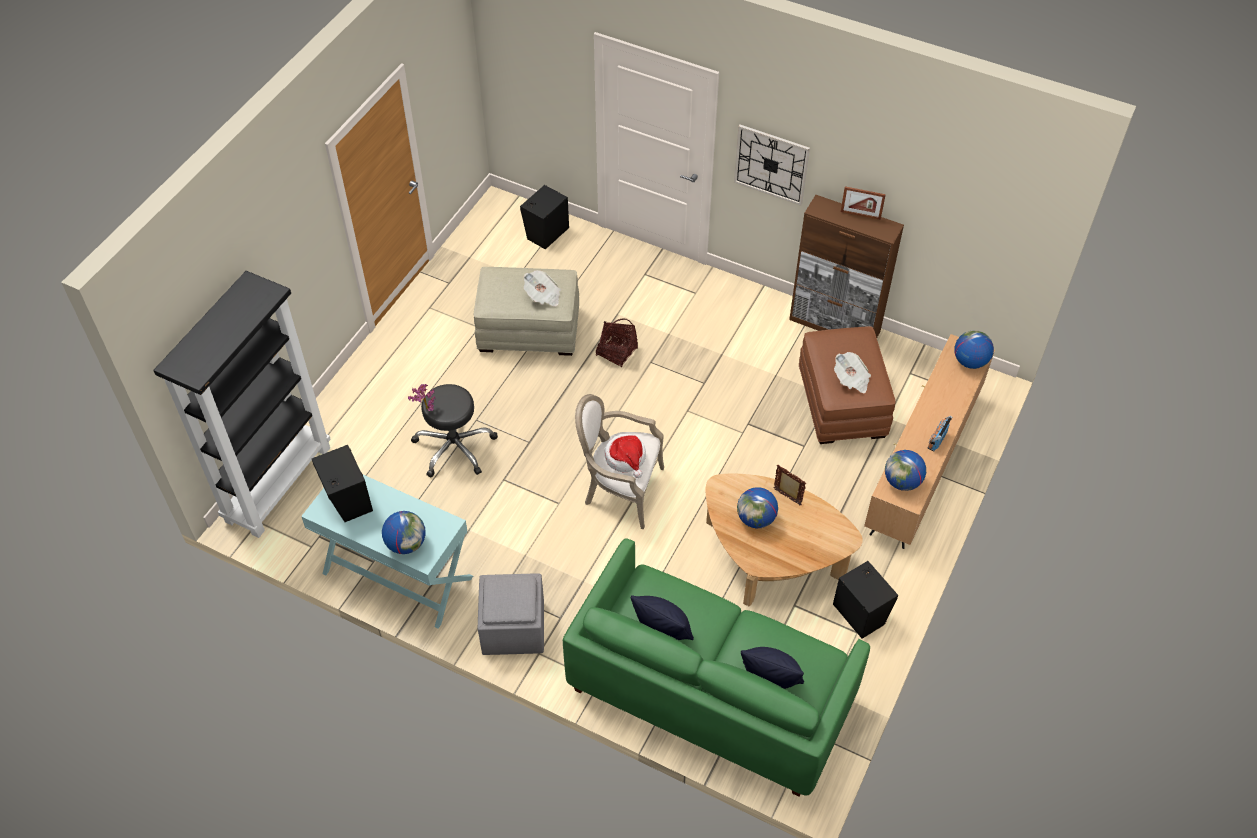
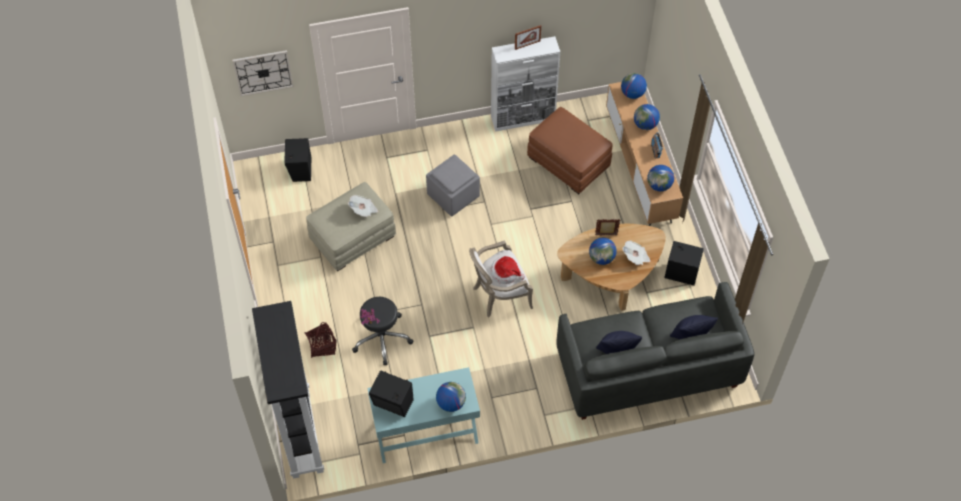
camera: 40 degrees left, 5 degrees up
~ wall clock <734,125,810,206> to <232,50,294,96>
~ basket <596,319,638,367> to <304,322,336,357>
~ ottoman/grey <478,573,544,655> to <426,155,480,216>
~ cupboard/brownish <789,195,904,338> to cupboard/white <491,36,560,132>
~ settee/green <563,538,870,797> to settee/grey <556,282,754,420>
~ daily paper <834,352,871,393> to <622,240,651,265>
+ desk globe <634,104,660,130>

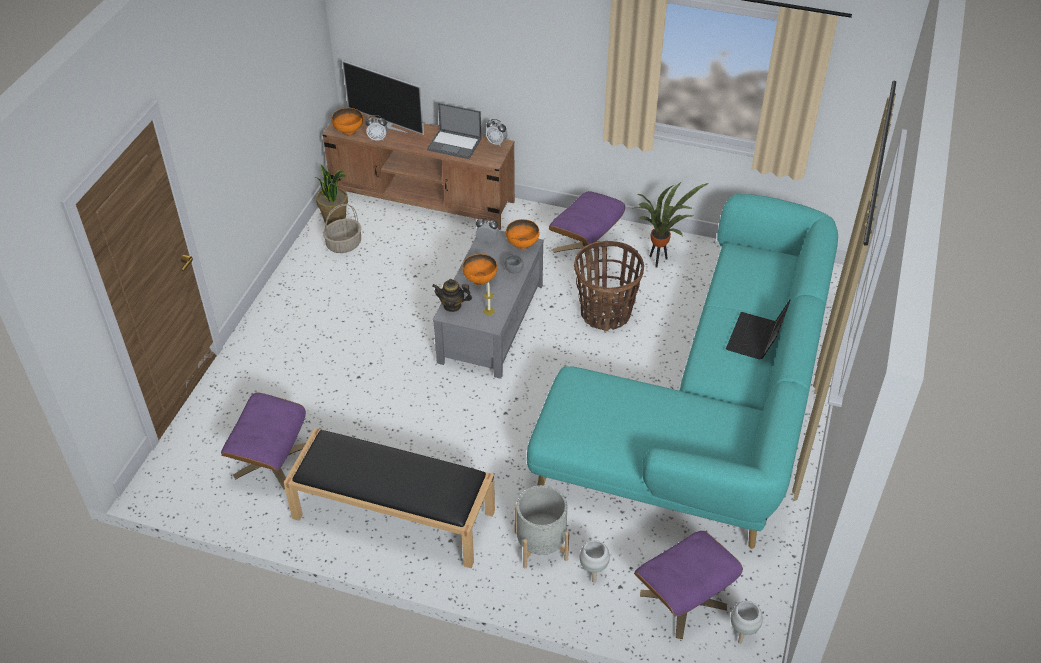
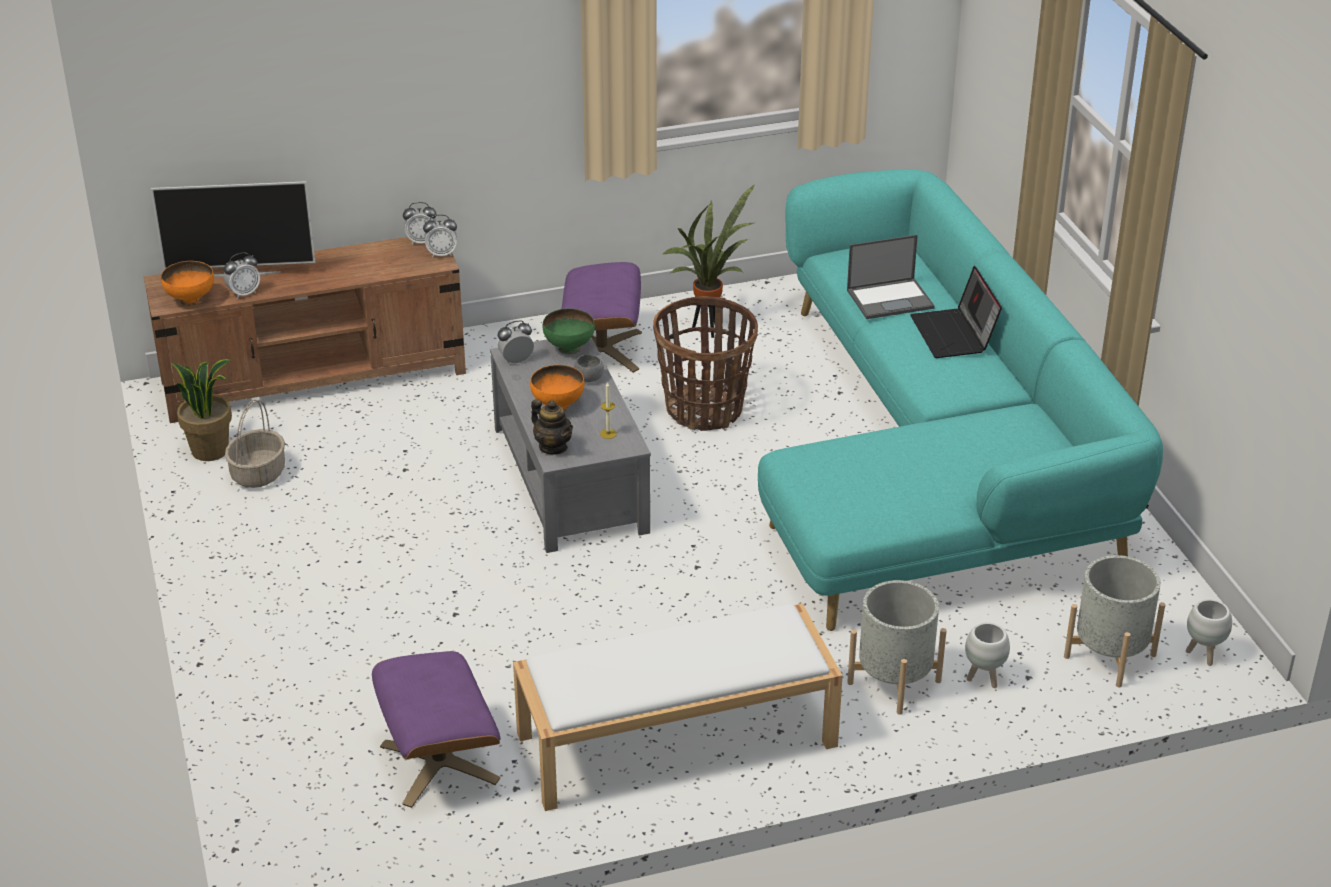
camera: 35 degrees left, 10 degrees down
+ table clock <423,215,457,258>
~ long seat/black <284,428,495,568> to long seat/white <513,604,843,811>
~ tea pot <432,279,472,312> = <531,399,573,455> 105 degrees counterclockwise
~ bowl/orange-coloured <506,219,539,250> to bowl/green <543,308,595,355>
~ laptop <427,103,482,159> to <847,235,935,319>
~ ottoman/purple-coloured <634,531,743,639> to plant pot/grey <1064,555,1165,688>

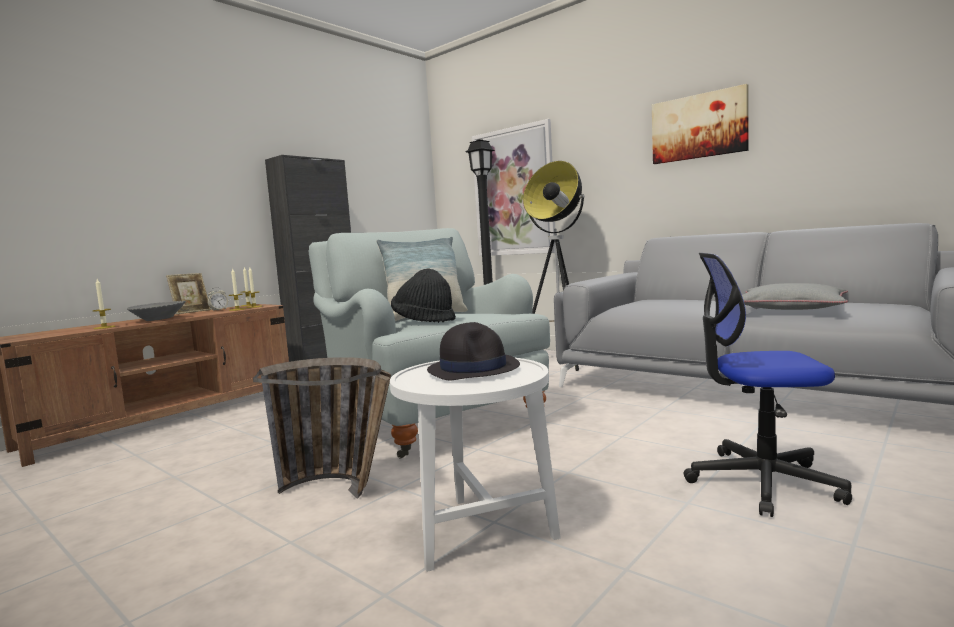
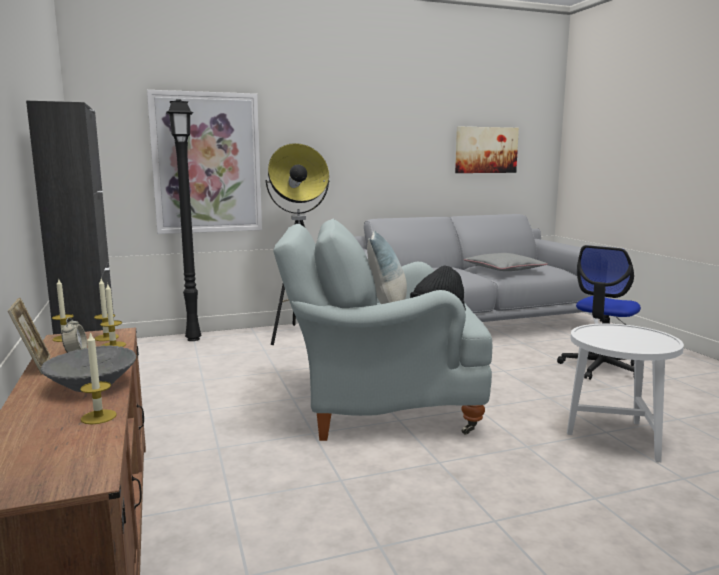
camera: 60 degrees left, 5 degrees up
~ wall art <652,84,748,164> to <455,127,519,173>
- basket <253,357,391,499>
- wearable hat/black <427,322,520,380>

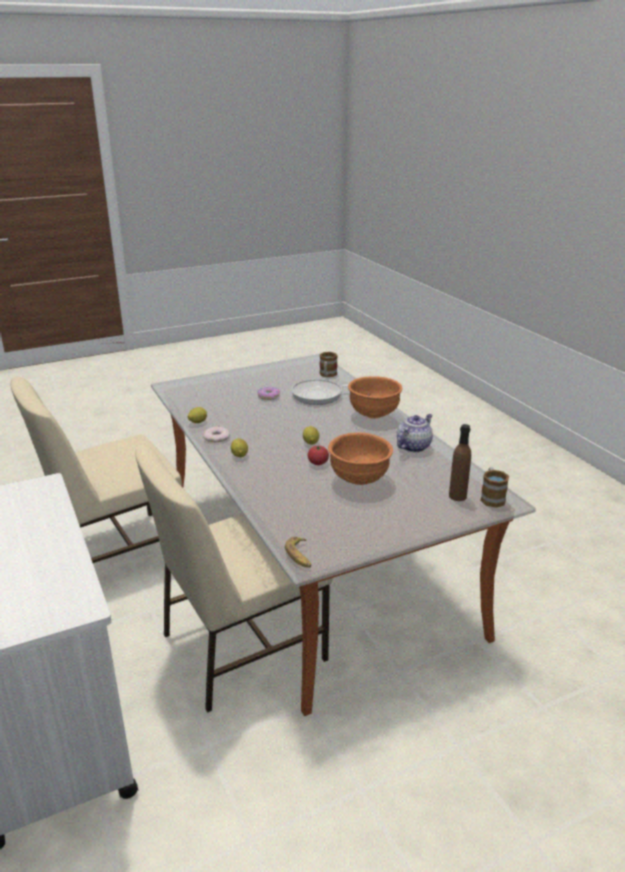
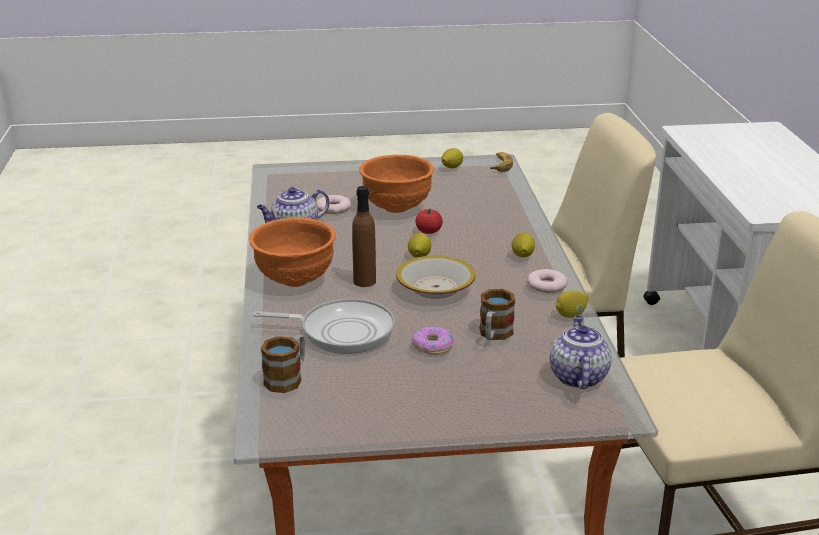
camera: 160 degrees left, 0 degrees up
+ doughnut <316,195,351,214>
~ drink bottle/brownish <449,424,471,501> to <352,186,376,287>
+ bowl <396,256,475,299>
+ whole lemon <442,148,463,168>
~ coffee mug <480,467,509,508> to <479,289,515,340>
+ tea pot <550,315,612,389>

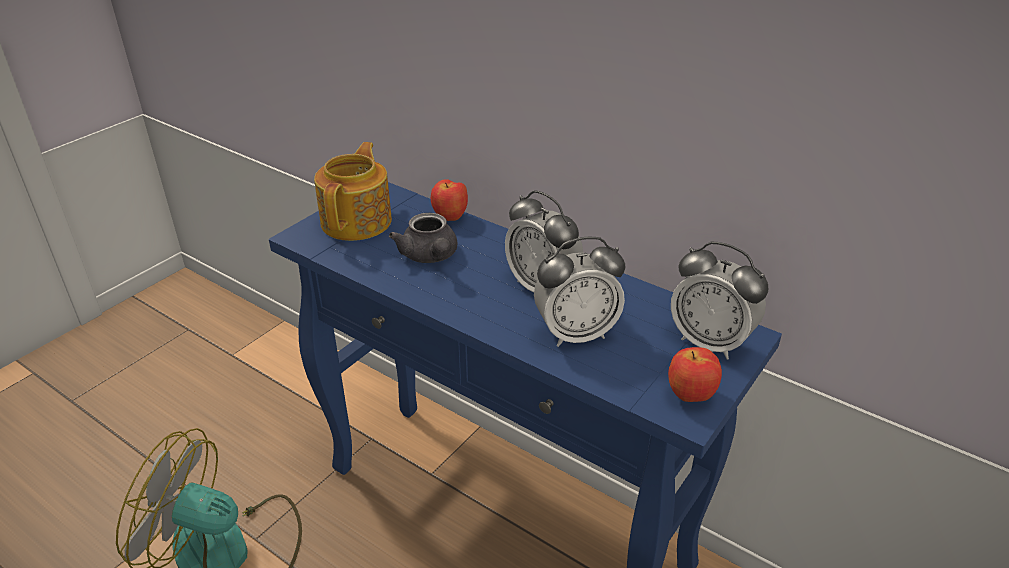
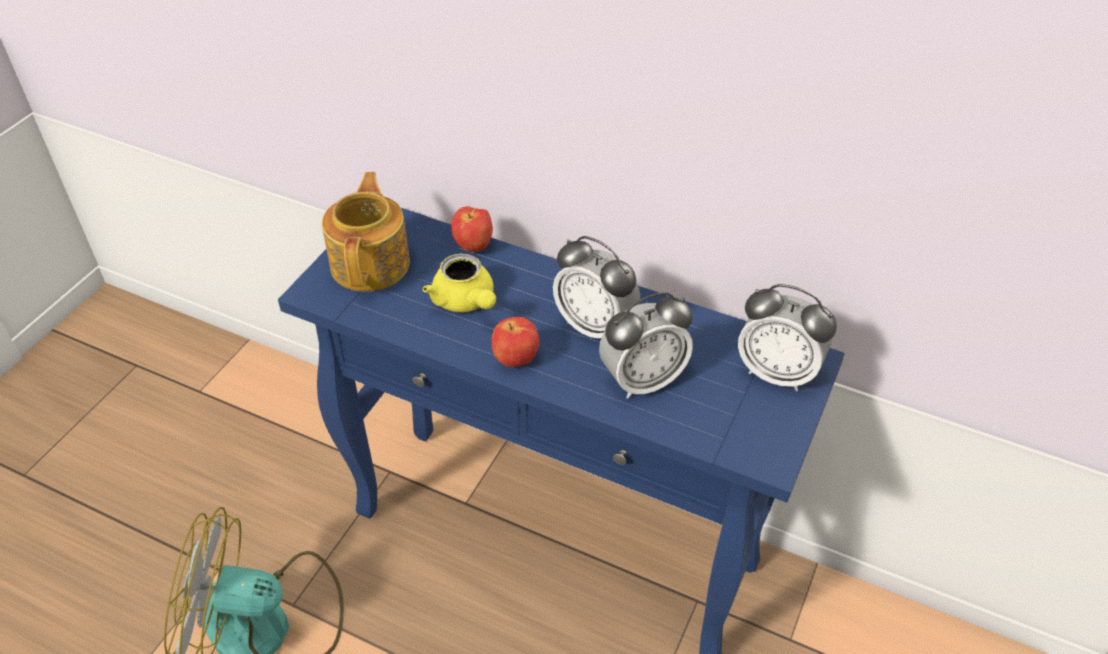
camera: 10 degrees left, 10 degrees up
~ tea pot/grey <389,213,457,263> to tea pot/yellowish <423,254,496,312>
~ apple fruit <668,347,722,402> to <492,317,539,367>

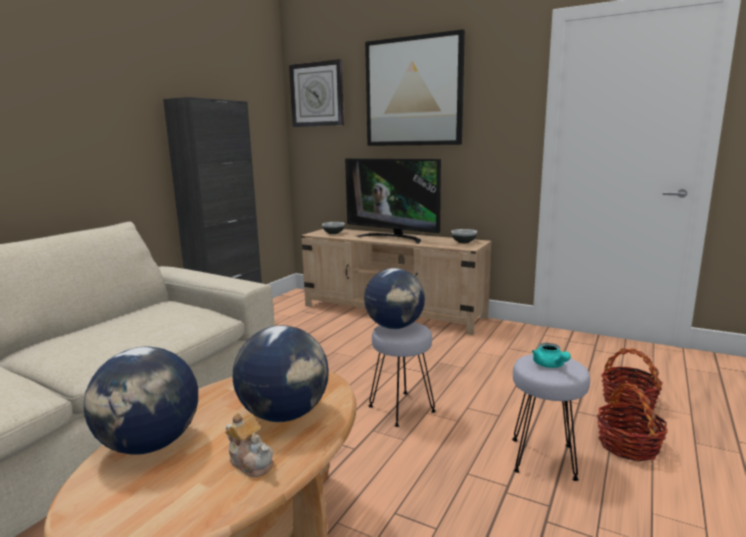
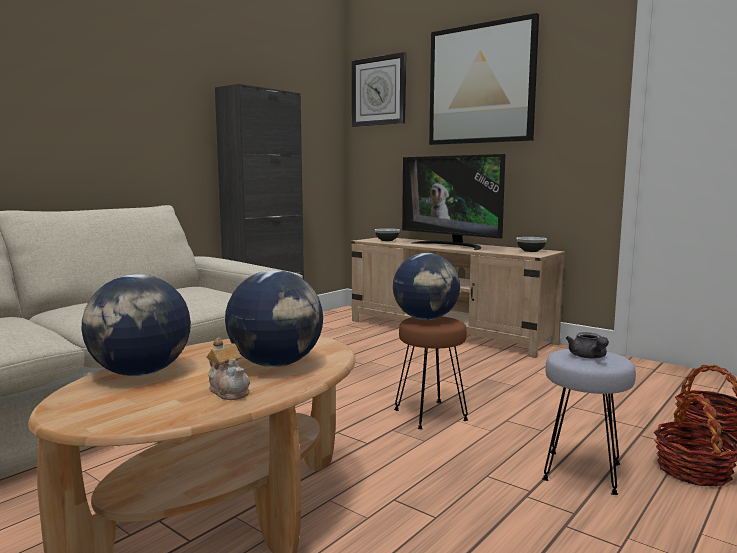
camera: 10 degrees right, 5 degrees down
~ sitting stool/grey <369,322,436,427> to sitting stool/brownish <394,316,468,429>
~ tea pot/blue-green <532,343,571,368> to tea pot/grey <566,332,609,359>

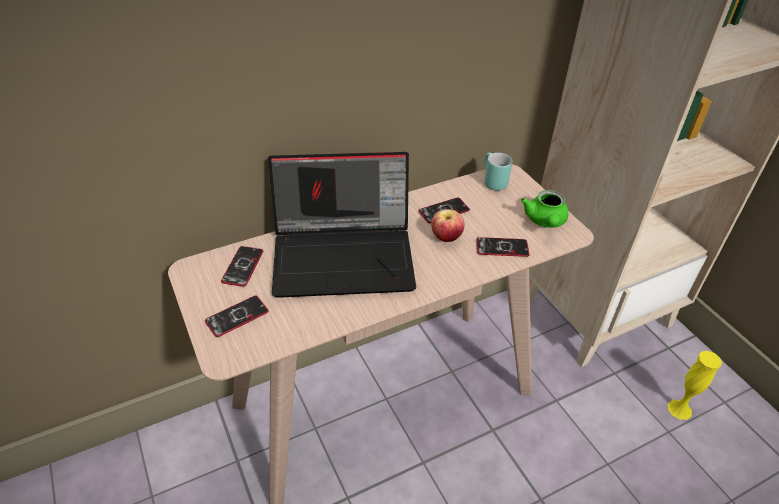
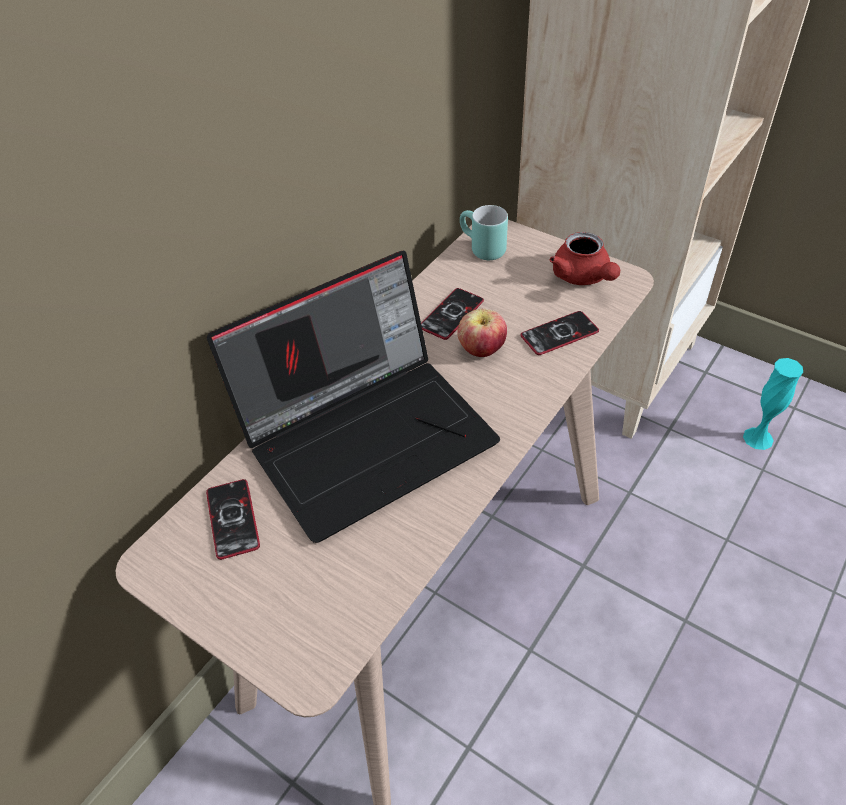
camera: 25 degrees left, 5 degrees up
~ tea pot/green <521,190,569,228> to tea pot/red <550,232,620,285>
~ vase/yellowish <668,351,722,420> to vase/blue-green <743,358,803,450>
- telephone <205,296,269,337>

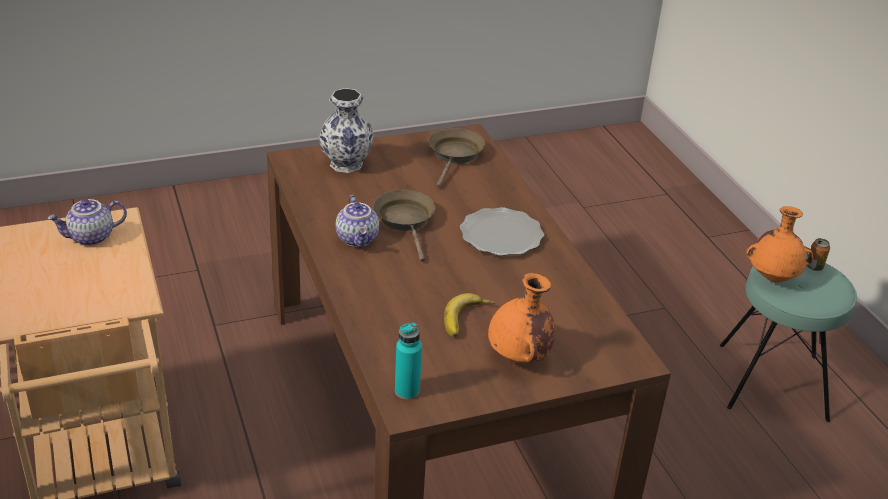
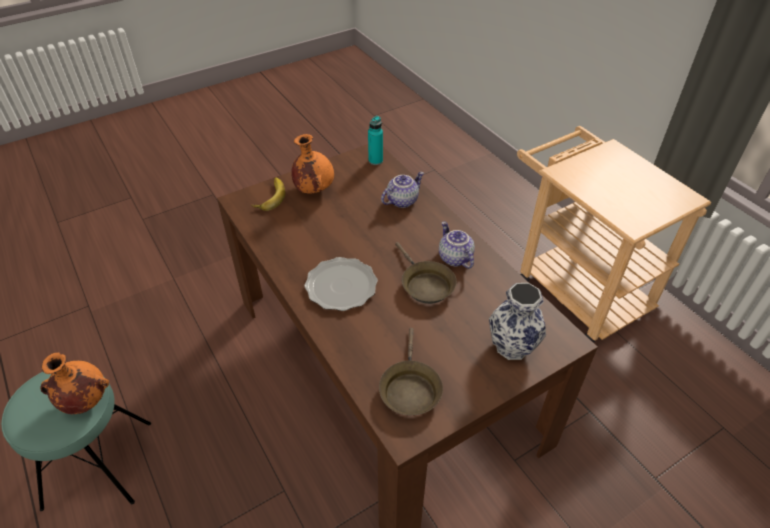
camera: 170 degrees right, 10 degrees up
~ banana <444,293,495,337> to <251,177,285,211>
~ tea pot <47,199,127,246> to <381,172,424,208>
- metal can <807,238,830,271>

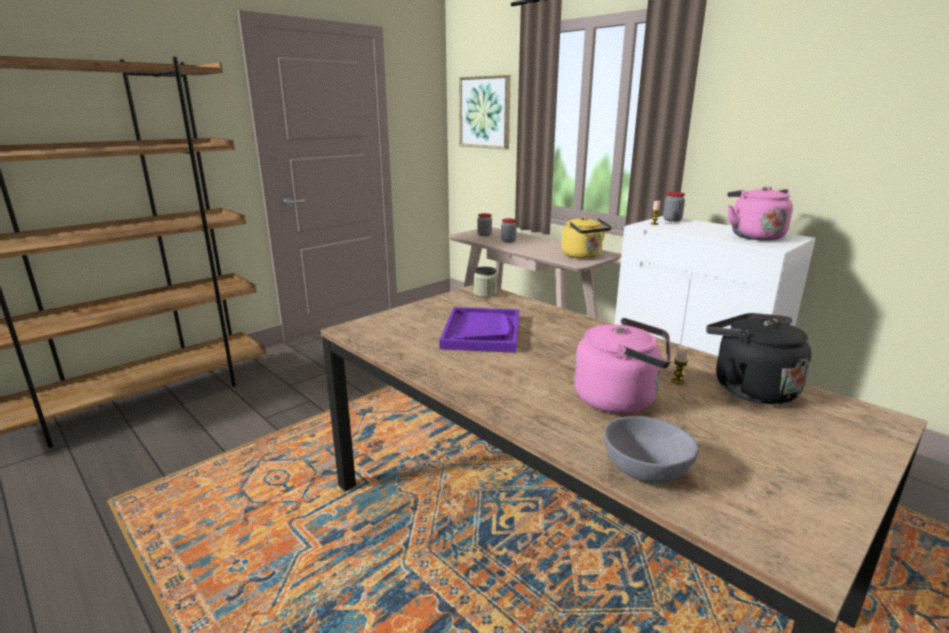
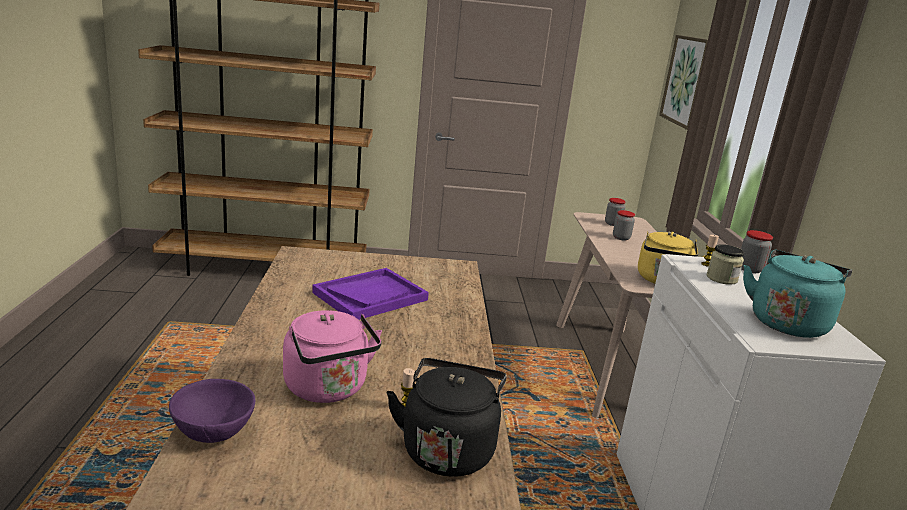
camera: 40 degrees right, 0 degrees up
~ bowl/grey <604,416,699,483> to bowl/purple-coloured <169,379,255,443>
~ storage jar <474,267,497,297> to <706,244,744,285>
~ water kettle/pink-coloured <727,186,793,241> to water kettle/blue-green <743,249,852,338>

